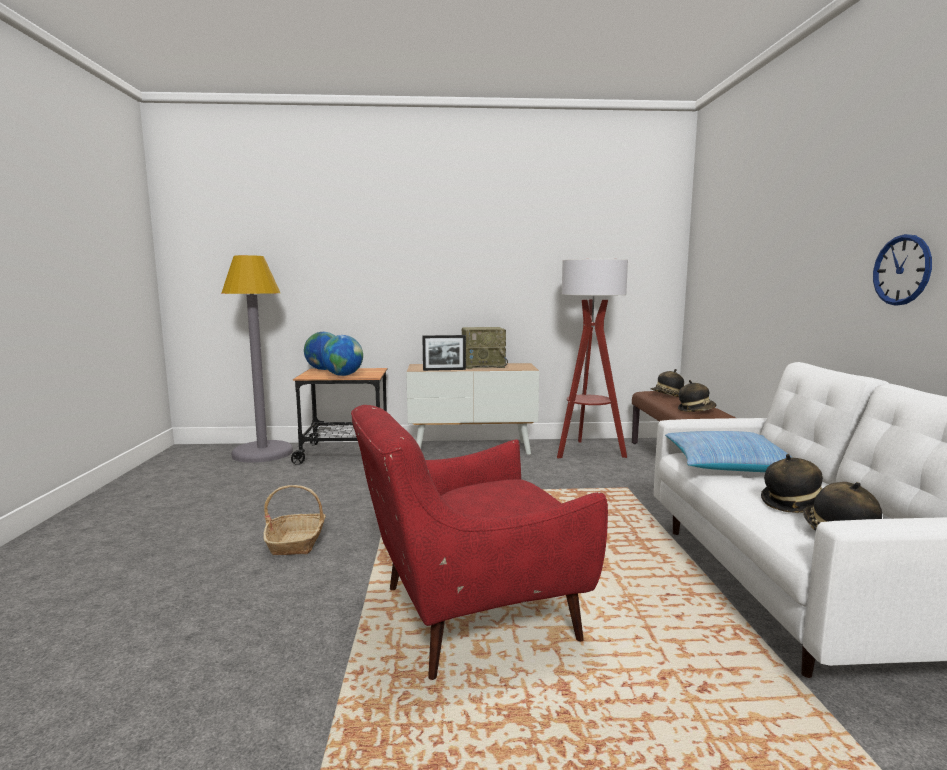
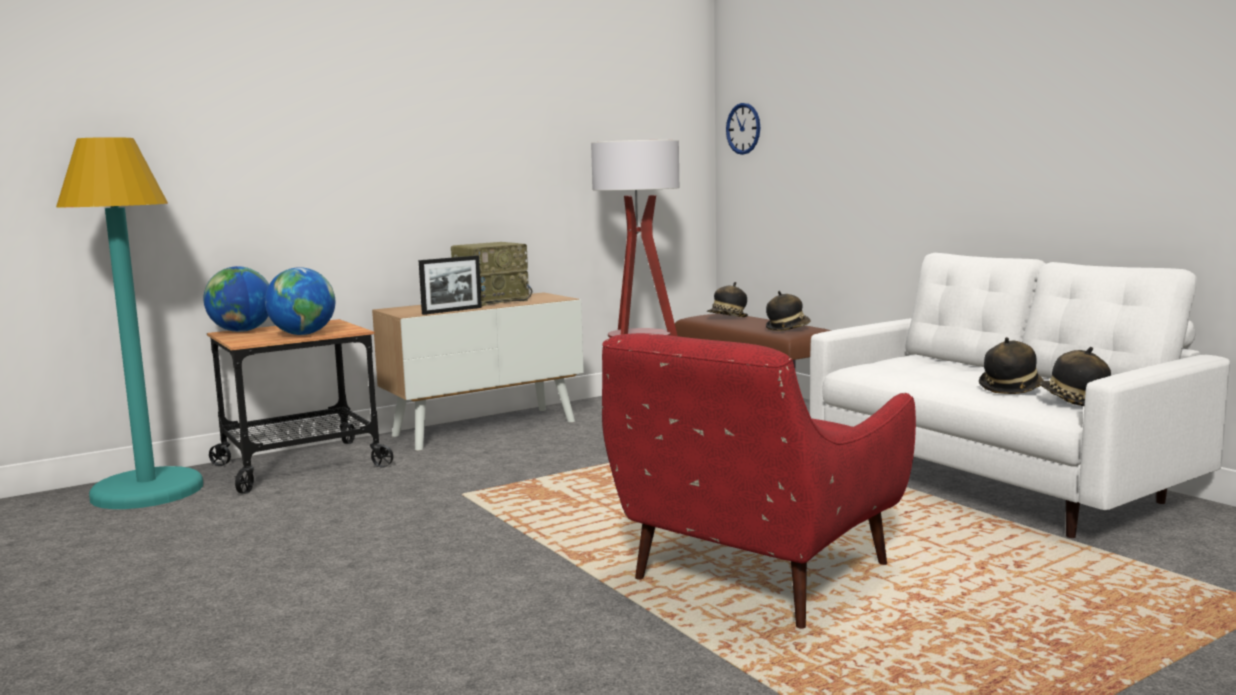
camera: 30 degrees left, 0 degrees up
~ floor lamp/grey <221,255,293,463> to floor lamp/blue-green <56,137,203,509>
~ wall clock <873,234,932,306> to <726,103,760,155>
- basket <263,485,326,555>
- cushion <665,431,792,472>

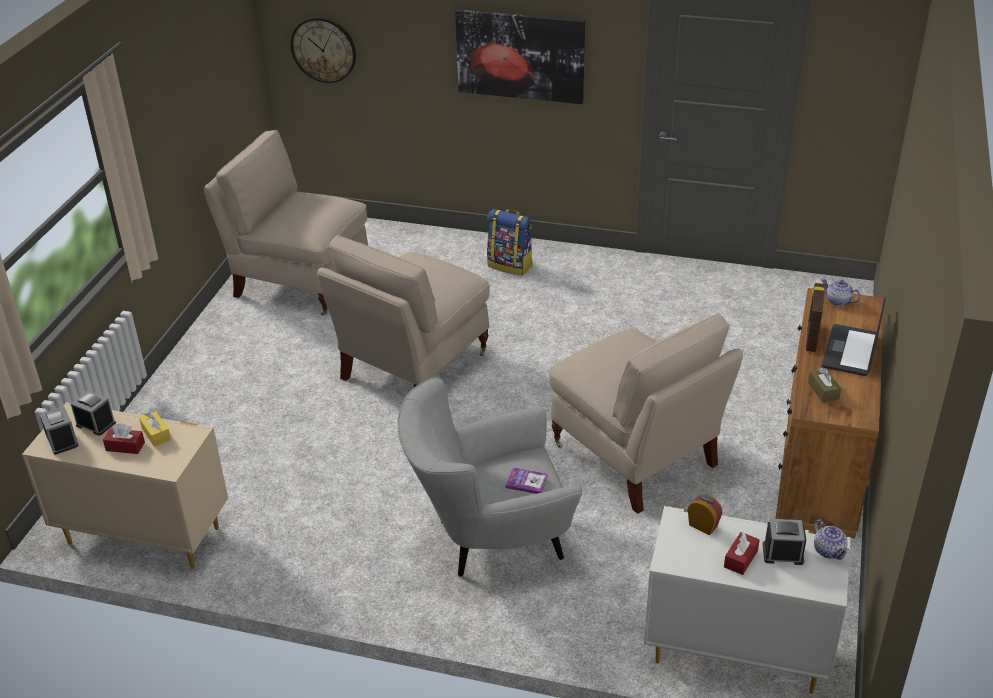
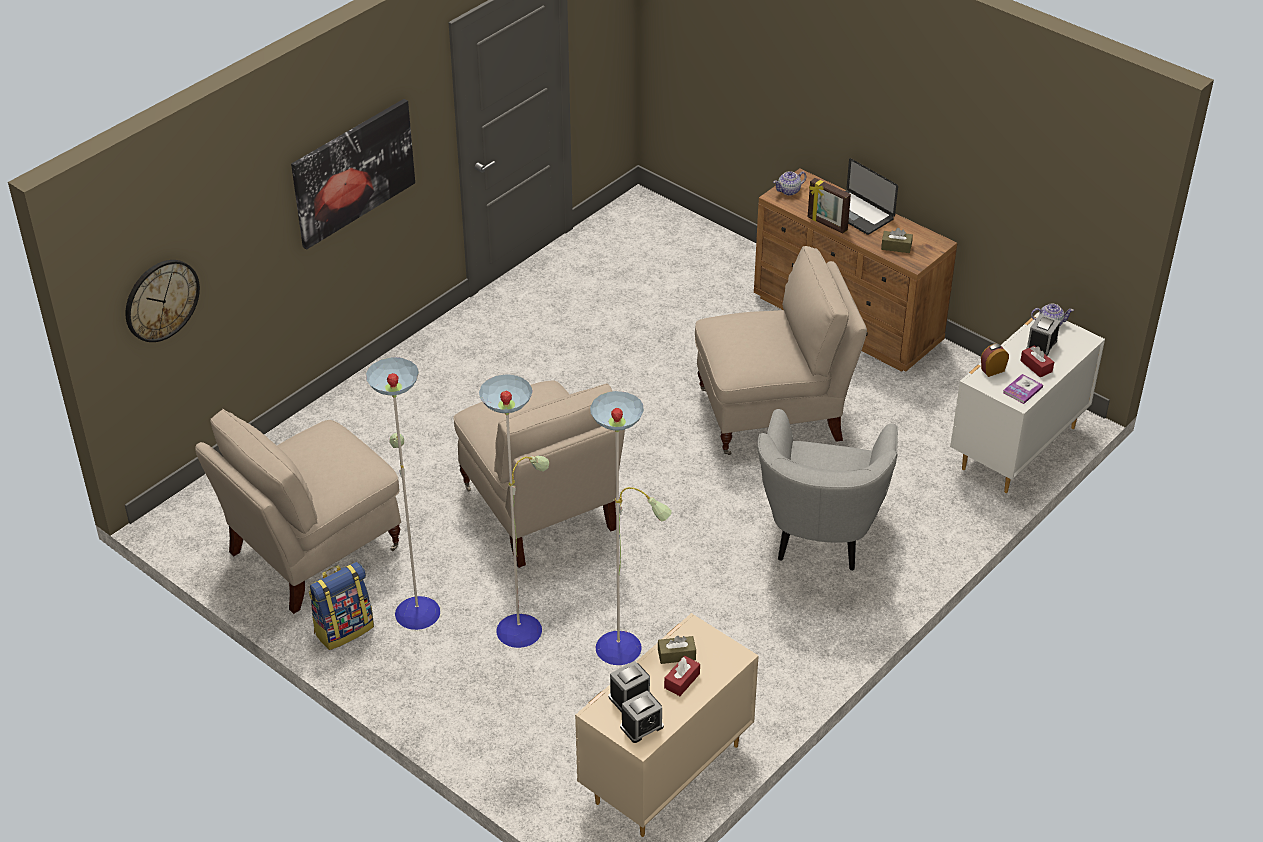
camera: 65 degrees left, 5 degrees up
~ backpack <487,209,533,276> to <309,562,374,650>
+ floor lamp <366,357,672,665>
~ table clock <39,406,79,454> = <620,691,664,743> 150 degrees clockwise
~ box of tissues/yellowish <139,411,171,447> to box of tissues/brownish <658,636,696,664>
~ book <505,467,548,494> to <1003,374,1043,404>

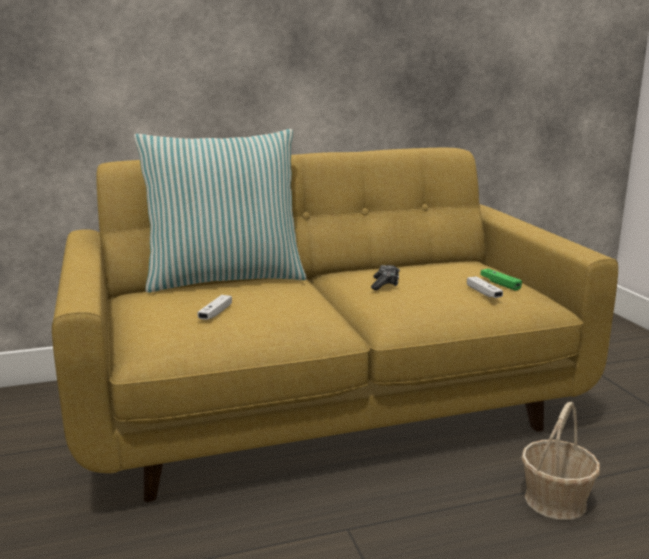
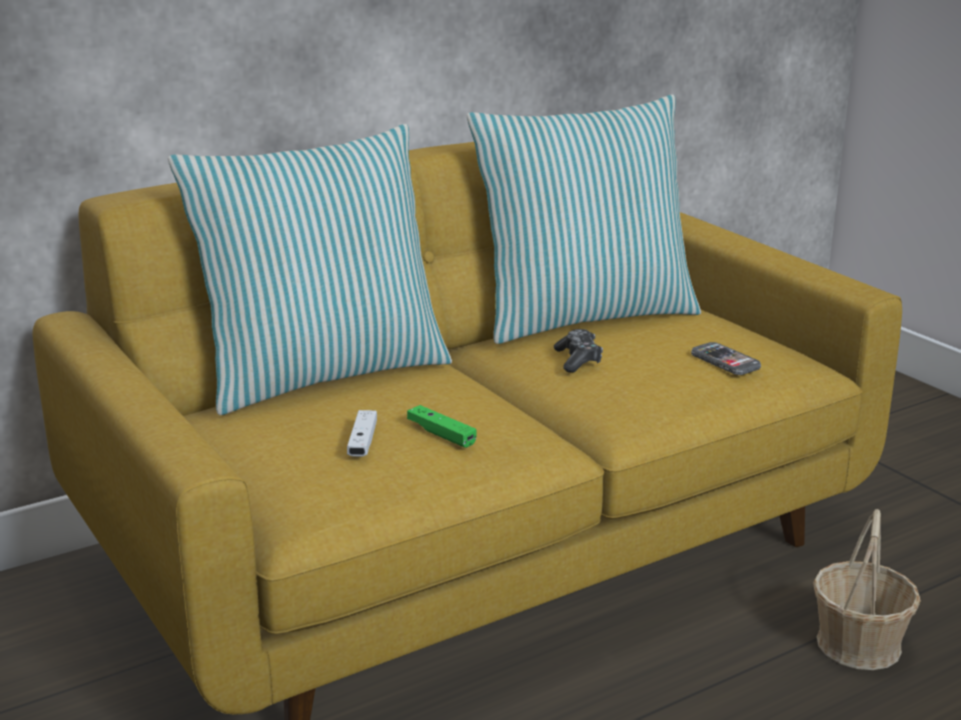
camera: 15 degrees left, 5 degrees up
~ gamepad/green <480,268,522,291> to <407,405,477,448>
+ cushion <466,95,701,344>
~ gamepad/white <467,276,503,298> to telephone <691,342,761,375>

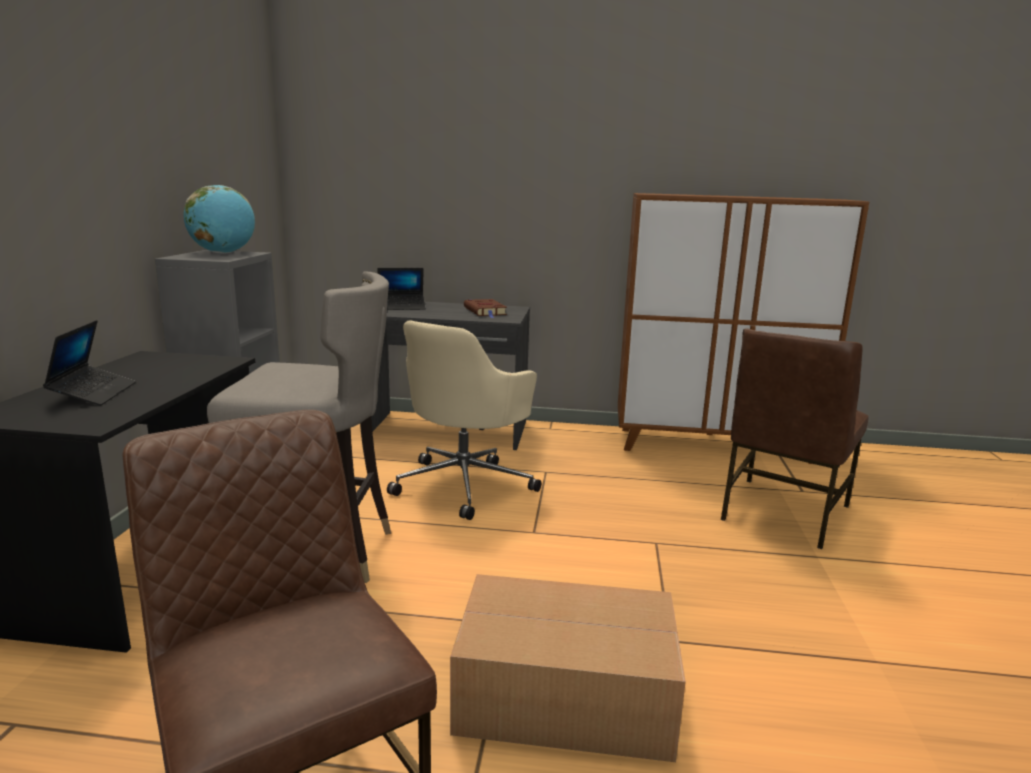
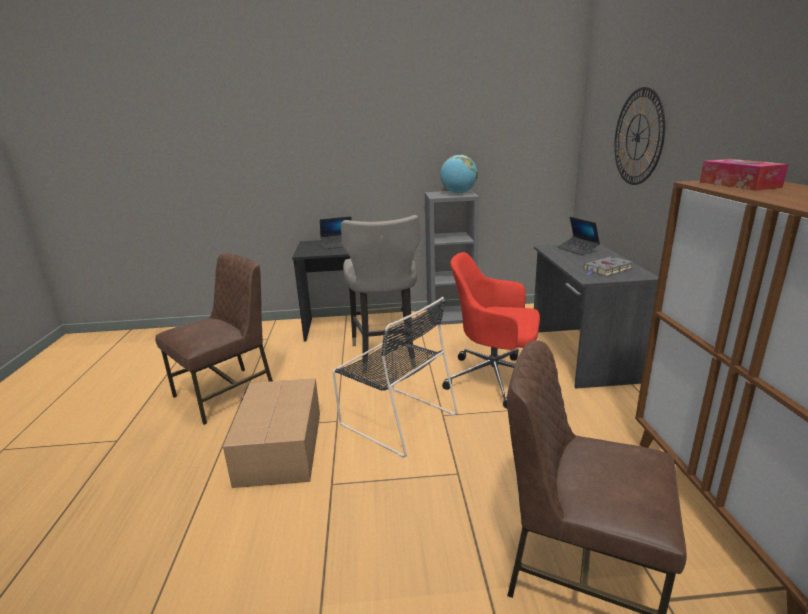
camera: 80 degrees right, 5 degrees up
+ plain chair/black <333,297,458,457>
~ desk chair/beige <387,320,541,520> to desk chair/red <442,252,540,409>
~ book/brownish <464,299,507,318> to book/grey <583,256,633,276>
+ wall clock <614,87,665,185>
+ box of tissues <700,159,788,191>

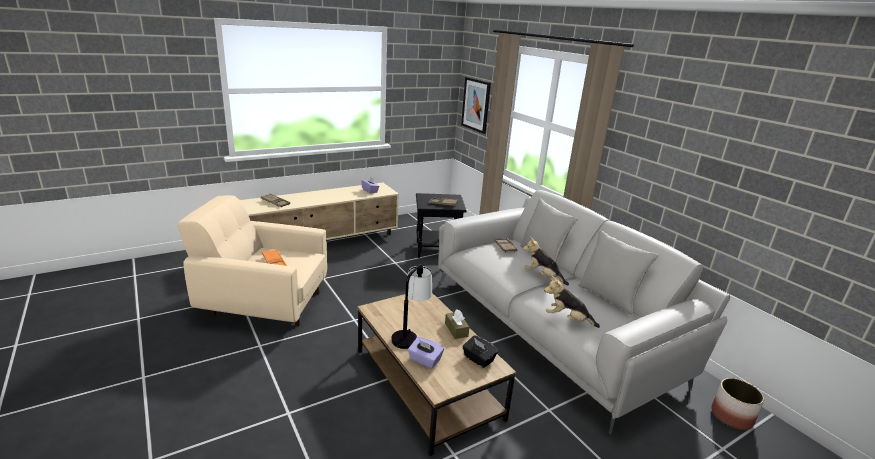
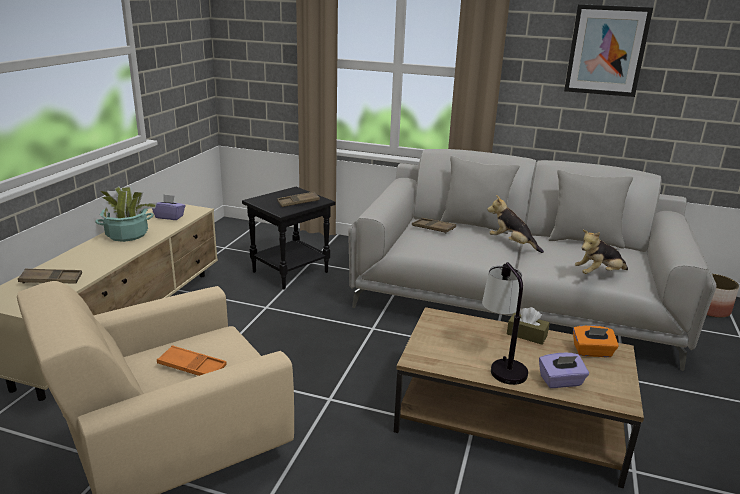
camera: 40 degrees left, 0 degrees up
+ potted plant <95,187,157,242>
~ soft toy <523,237,569,285> = <487,195,544,253> 45 degrees clockwise
~ wall art <461,77,491,134> to <564,4,653,97>
~ box of tissues/black <463,335,498,368> to box of tissues/orange-coloured <573,325,619,357>

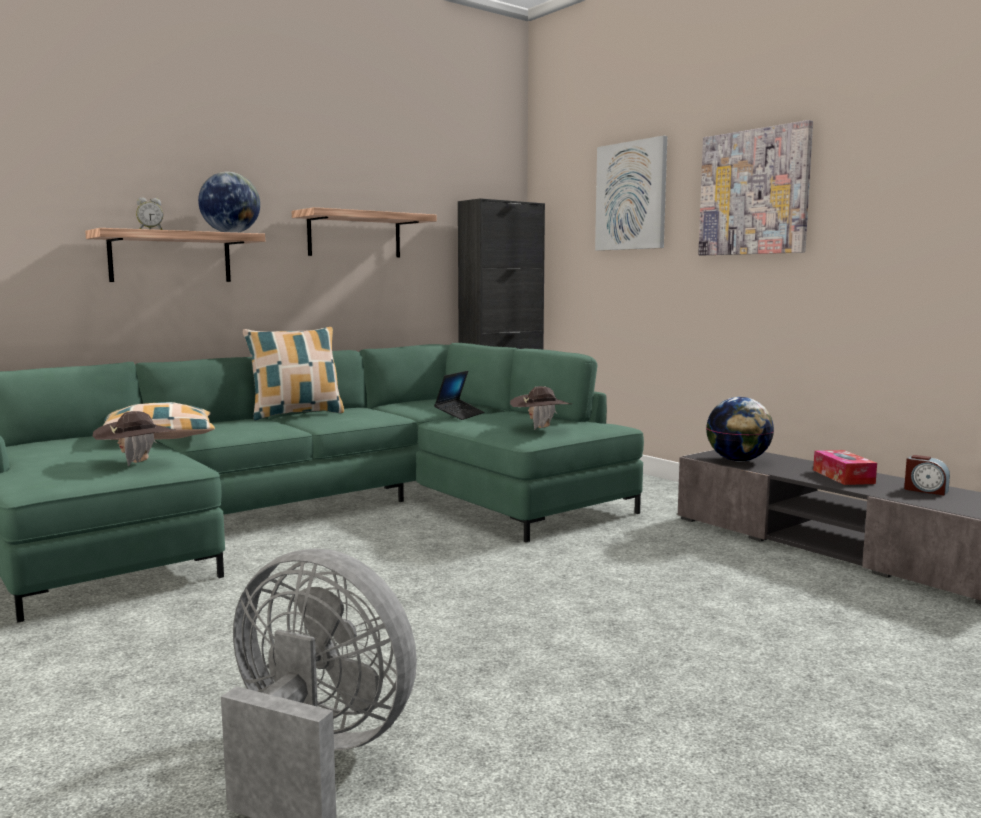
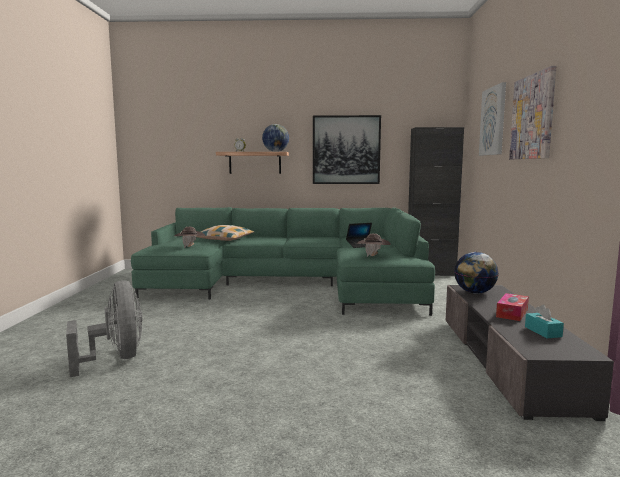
camera: 40 degrees right, 0 degrees up
~ shelf <292,207,437,257> to wall art <313,115,381,184>
~ table clock <904,455,950,496> to box of tissues/blue-green <525,305,564,338>
- cushion <243,327,344,421>

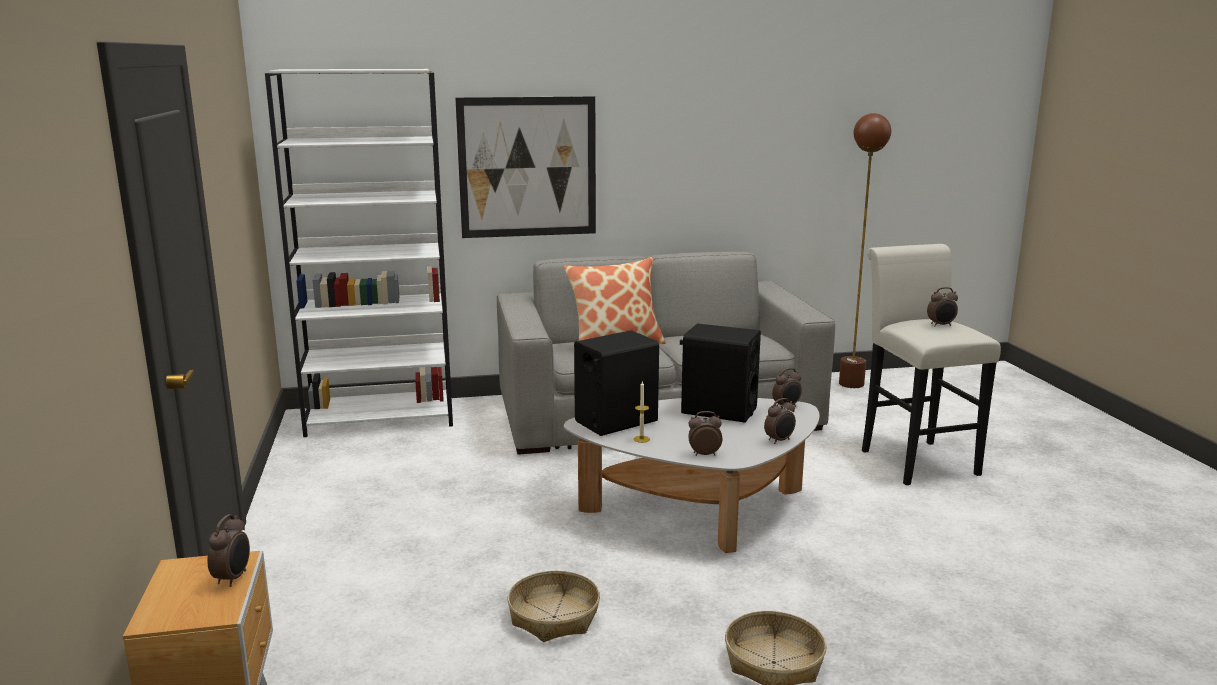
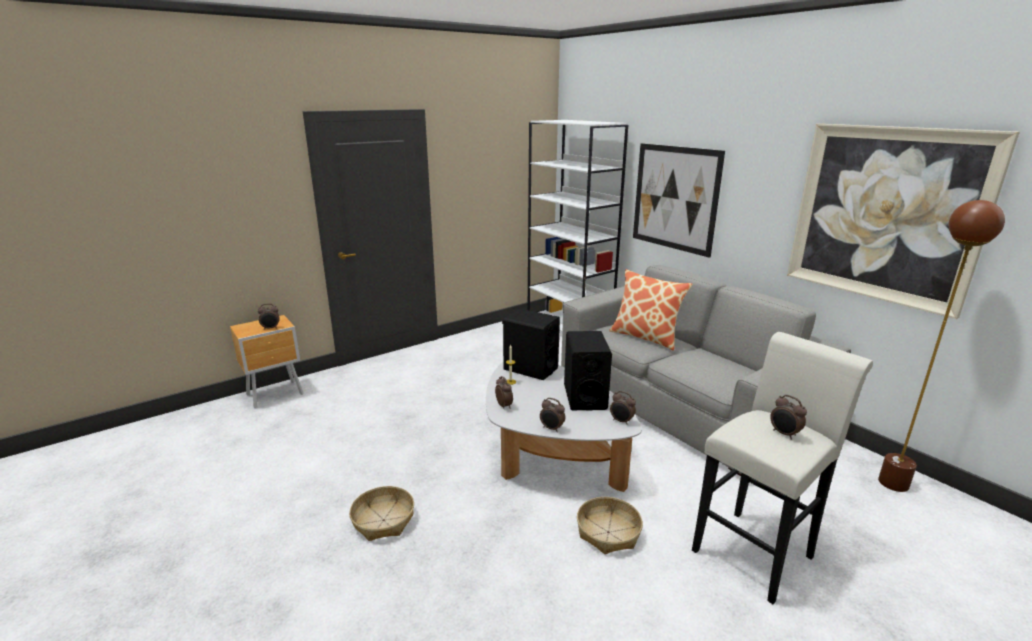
camera: 65 degrees right, 5 degrees up
~ basket <507,571,600,642> to <577,497,643,554>
+ wall art <787,124,1020,319>

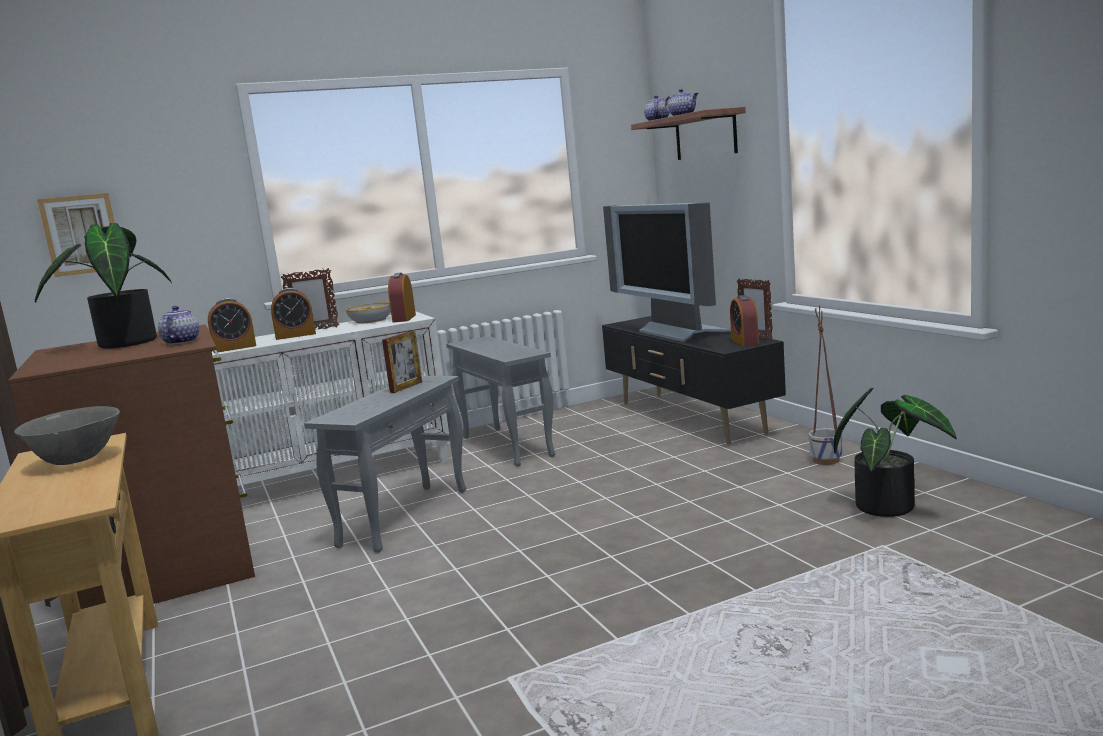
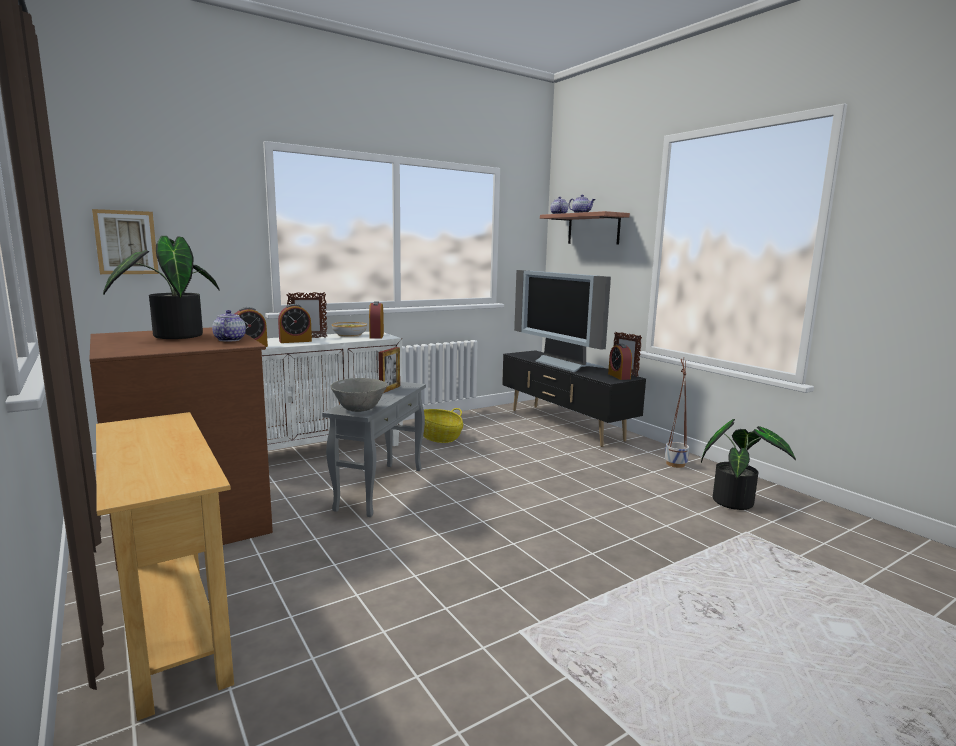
camera: 10 degrees left, 0 degrees up
~ bowl/grey <14,406,120,465> to <330,378,388,412>
~ side table/grey <446,336,555,467> to basket <423,408,463,443>

